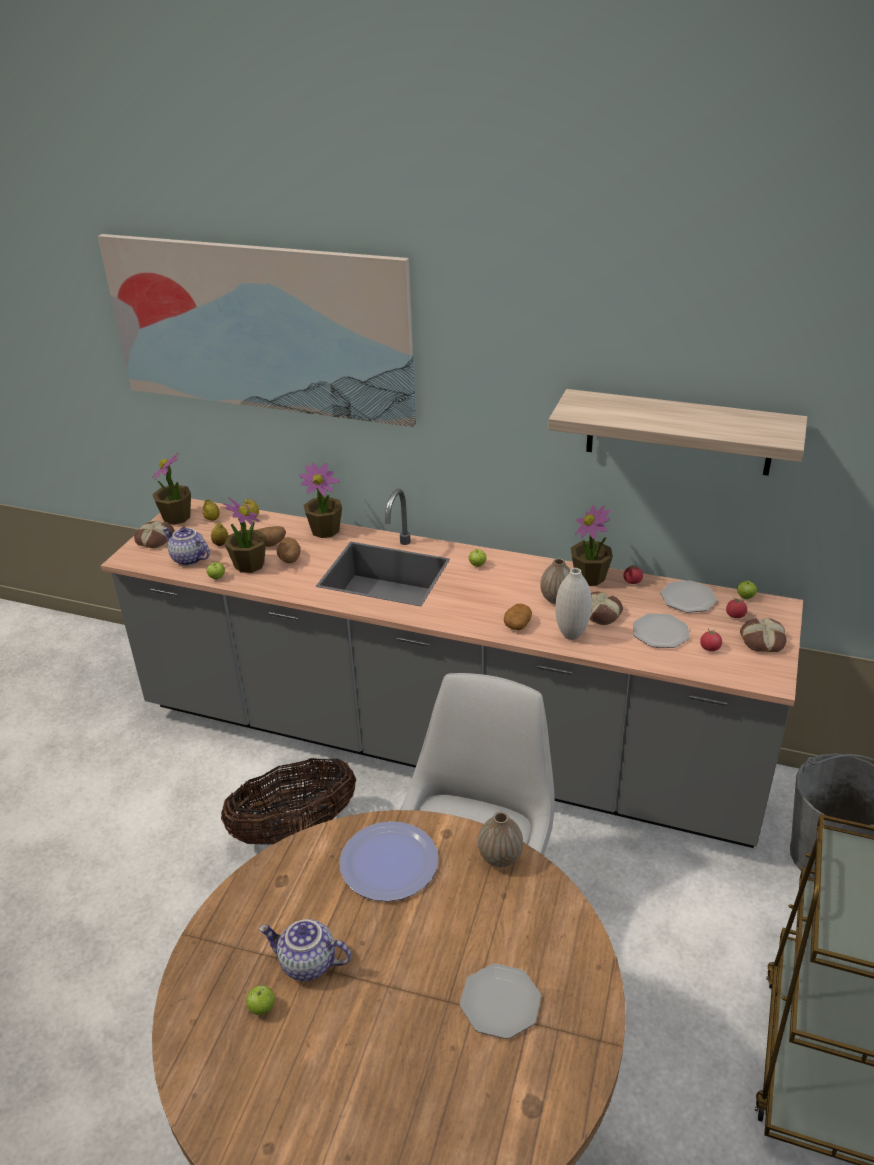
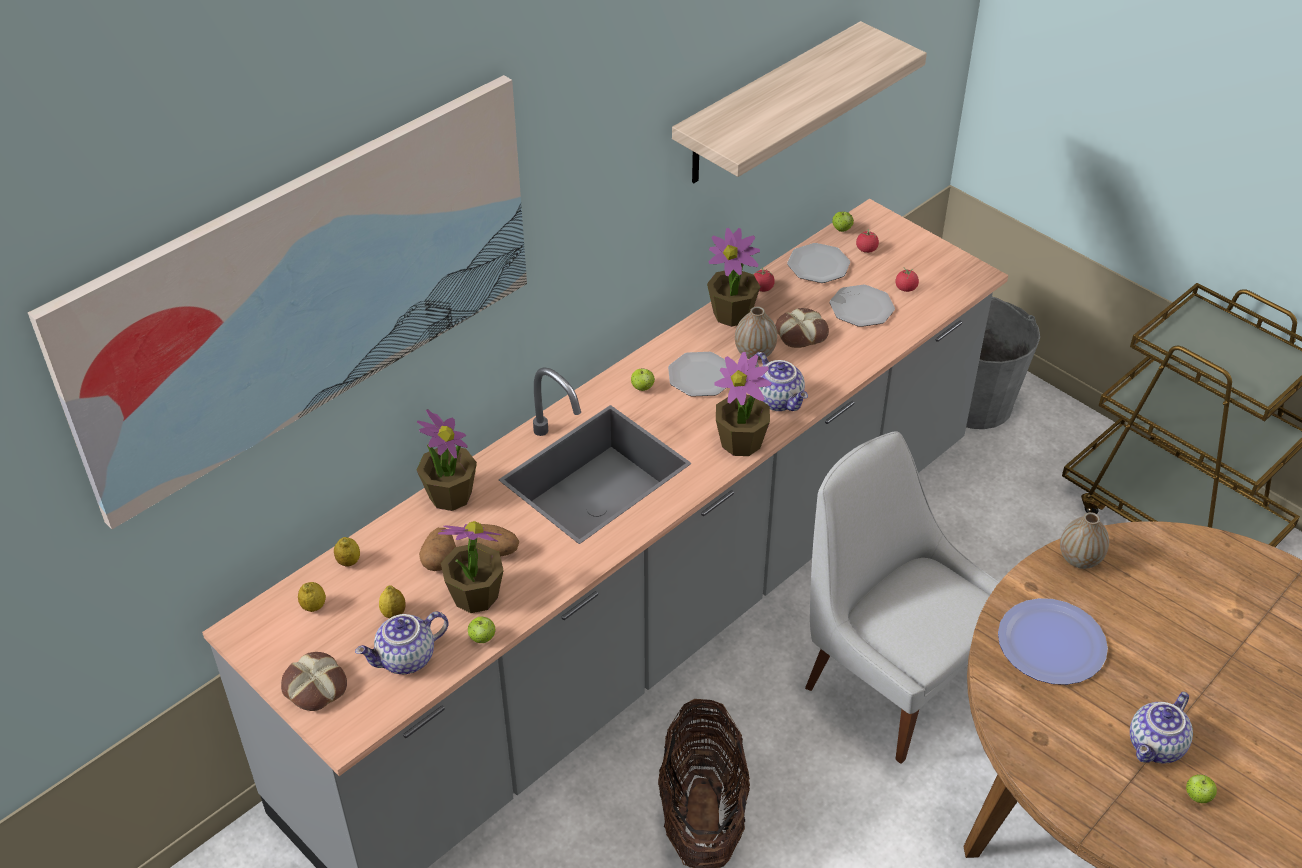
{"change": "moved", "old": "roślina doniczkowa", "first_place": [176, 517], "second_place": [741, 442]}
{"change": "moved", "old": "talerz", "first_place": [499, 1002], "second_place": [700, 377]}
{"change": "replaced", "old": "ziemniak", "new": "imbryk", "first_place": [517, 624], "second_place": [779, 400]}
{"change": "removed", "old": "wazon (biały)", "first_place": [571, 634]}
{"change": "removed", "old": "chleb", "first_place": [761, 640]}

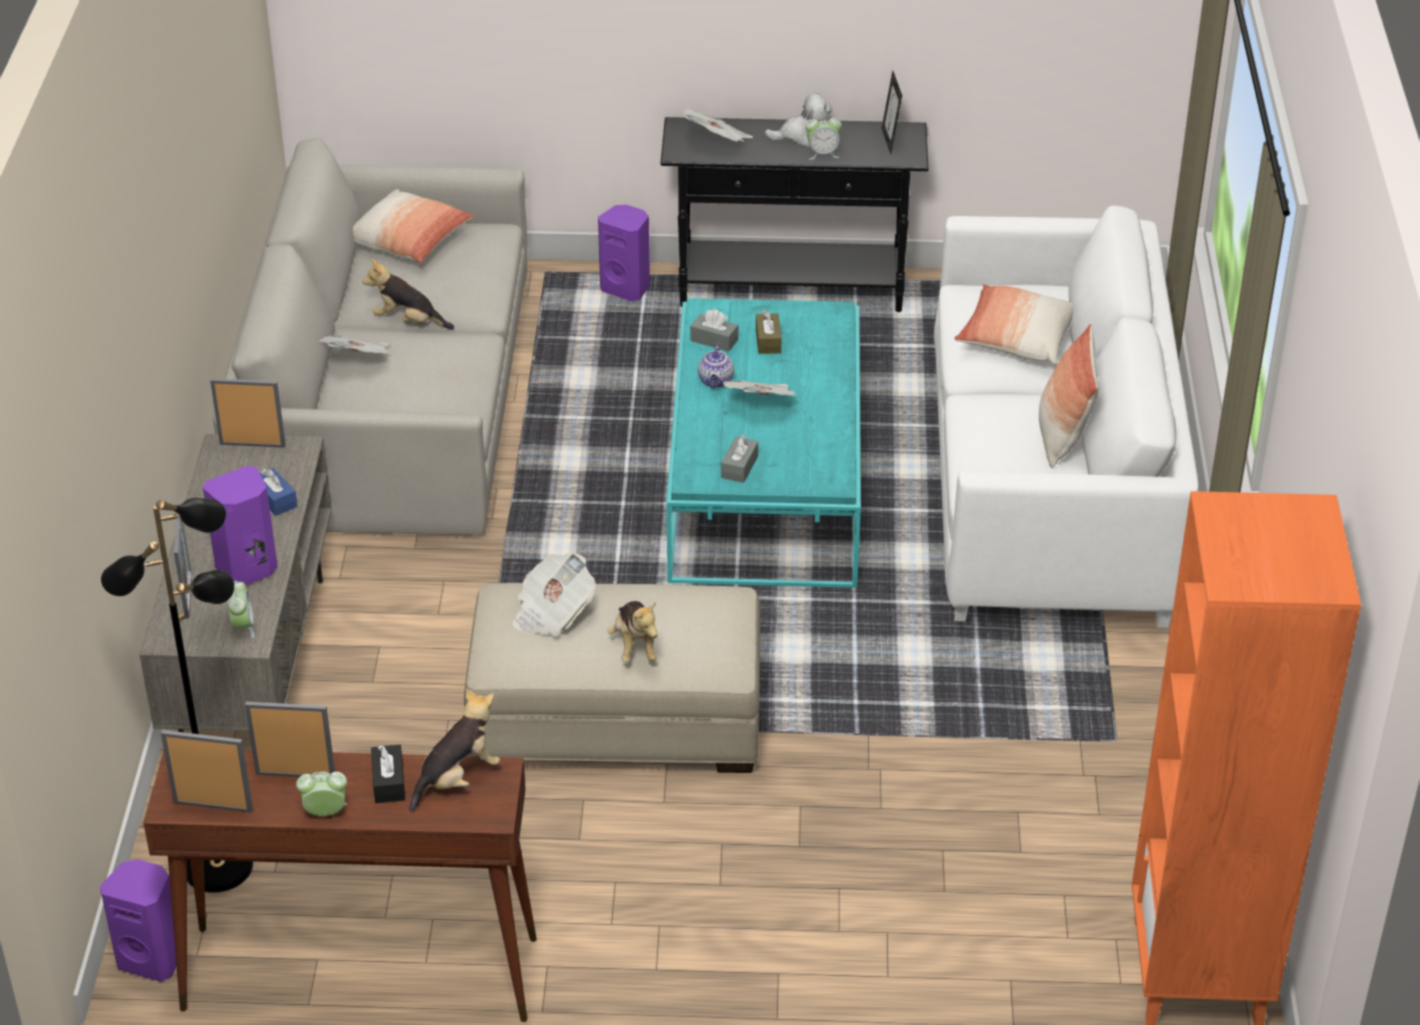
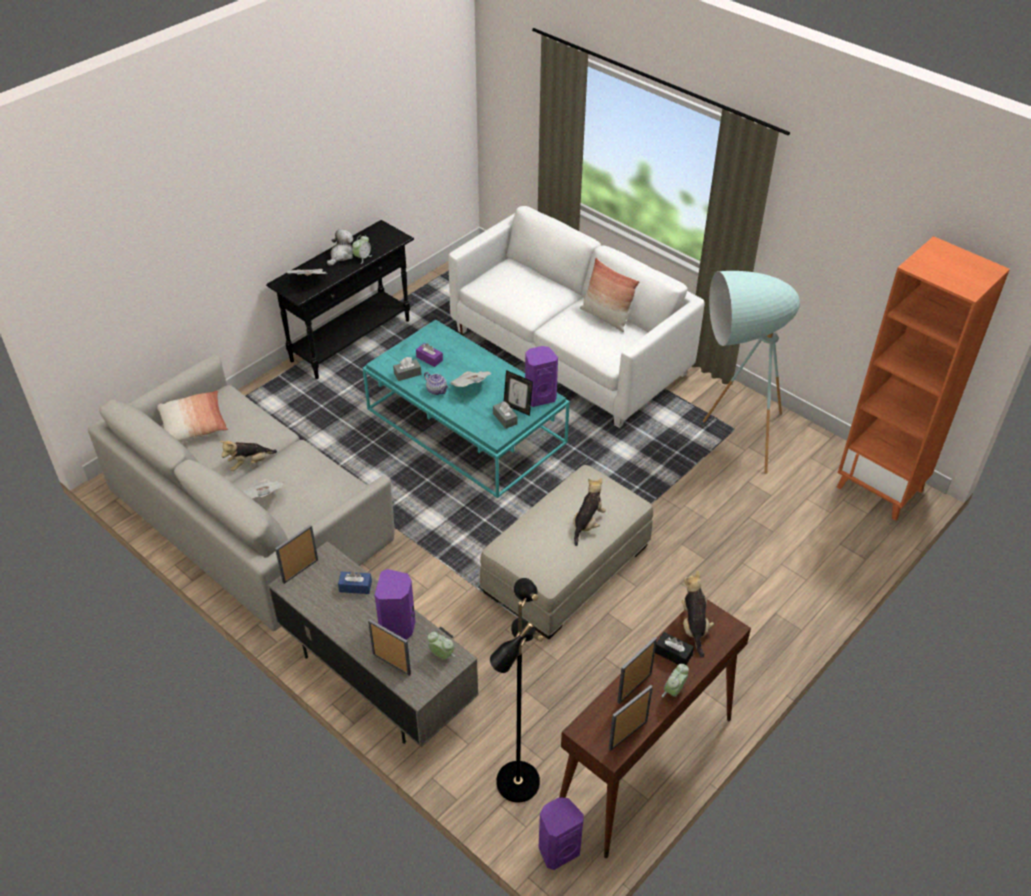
{"change": "removed", "old": "gazeta", "first_place": [552, 613]}
{"change": "moved", "old": "głośnik (fioletowy)", "first_place": [626, 288], "second_place": [539, 397]}
{"change": "turned", "old": "pluszak", "first_place": [635, 645], "second_place": [587, 523], "degrees": -90}
{"change": "recoloured", "old": "pudełko chusteczek (brązowy)", "new": "pudełko chusteczek (fioletowy)", "first_place": [768, 341], "second_place": [429, 359]}
{"change": "moved", "old": "ramka na zdjęcie", "first_place": [890, 141], "second_place": [517, 408]}
{"change": "removed", "old": "poduszka", "first_place": [1016, 339]}
{"change": "added", "new": "lampa stojąca (turkusowy)", "second_place": [732, 436]}

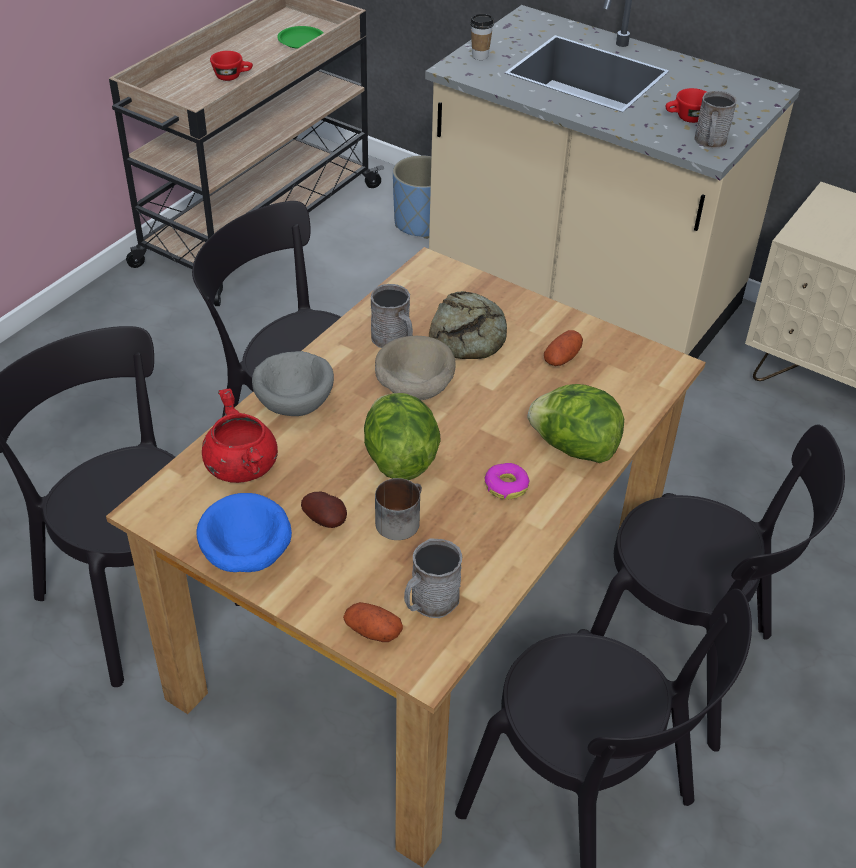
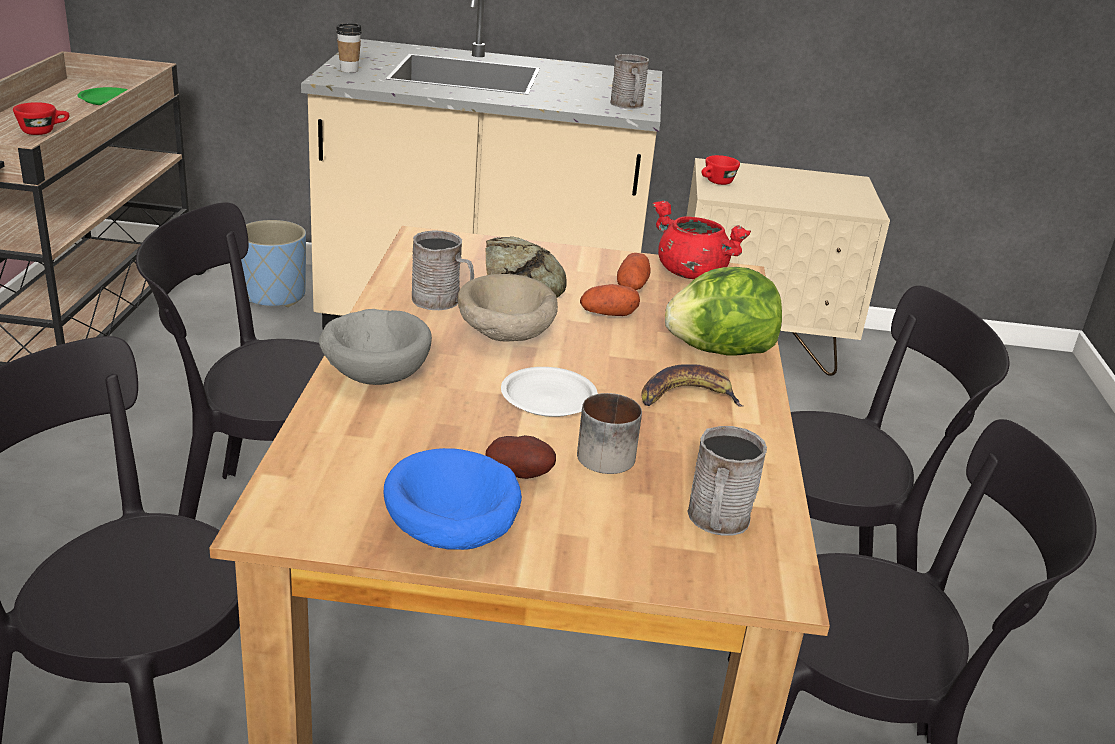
{"change": "moved", "old": "garnek (czerwony)", "first_place": [241, 466], "second_place": [690, 273]}
{"change": "moved", "old": "ziemniak", "first_place": [372, 631], "second_place": [608, 314]}
{"change": "replaced", "old": "sałata", "new": "talerz (biały)", "first_place": [399, 458], "second_place": [548, 399]}
{"change": "replaced", "old": "donut", "new": "banan", "first_place": [506, 486], "second_place": [686, 396]}
{"change": "moved", "old": "filiżanka (czerwony)", "first_place": [686, 118], "second_place": [716, 183]}

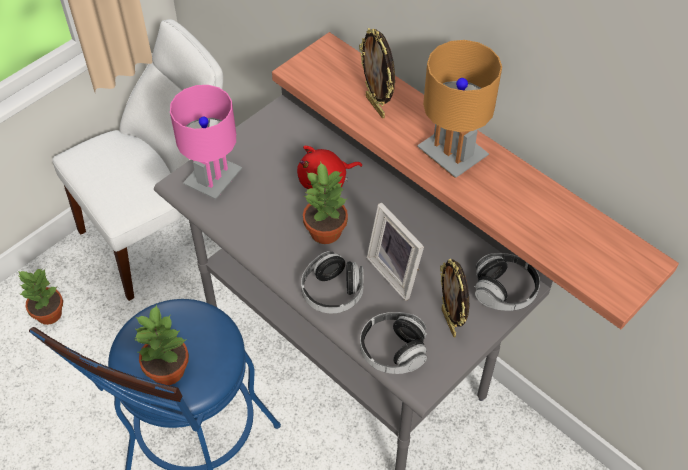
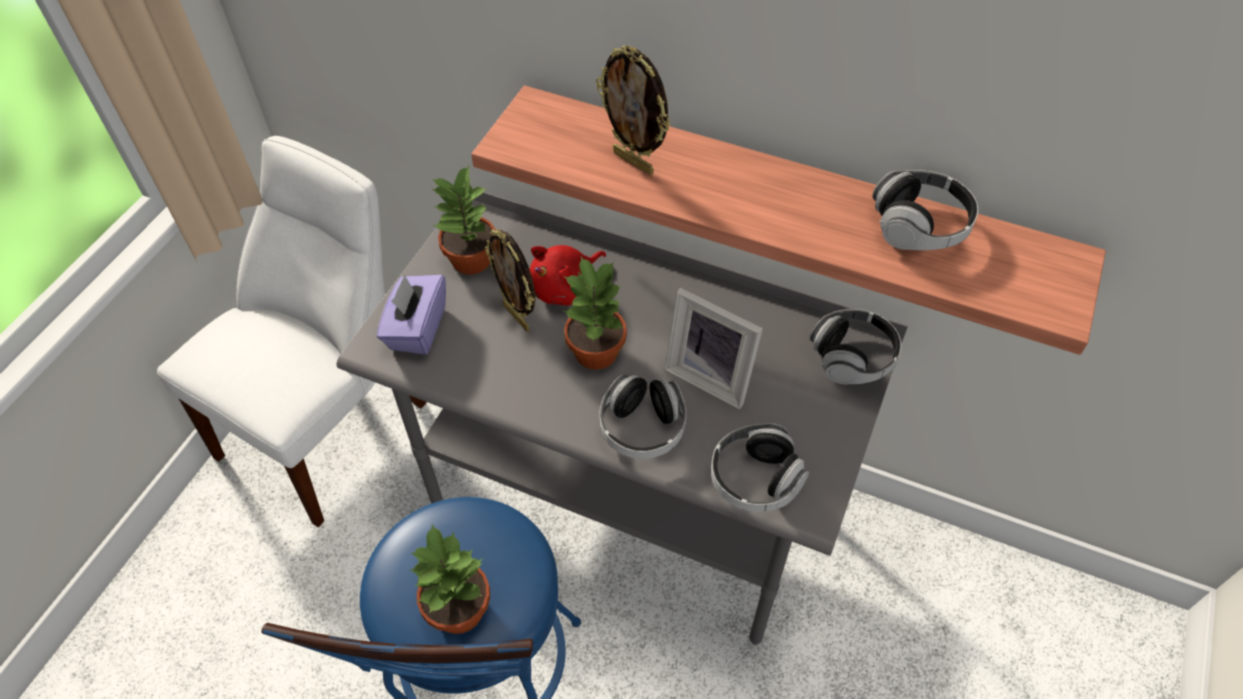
{"change": "moved", "old": "roślina doniczkowa", "first_place": [48, 314], "second_place": [470, 260]}
{"change": "replaced", "old": "lampa stołowa (różowy)", "new": "pudełko chusteczek (fioletowy)", "first_place": [214, 179], "second_place": [417, 328]}
{"change": "removed", "old": "lampa stołowa (brązowy)", "first_place": [452, 154]}
{"change": "moved", "old": "ramka na zdjęcie", "first_place": [449, 322], "second_place": [518, 317]}
{"change": "added", "new": "słuchawki", "second_place": [919, 226]}

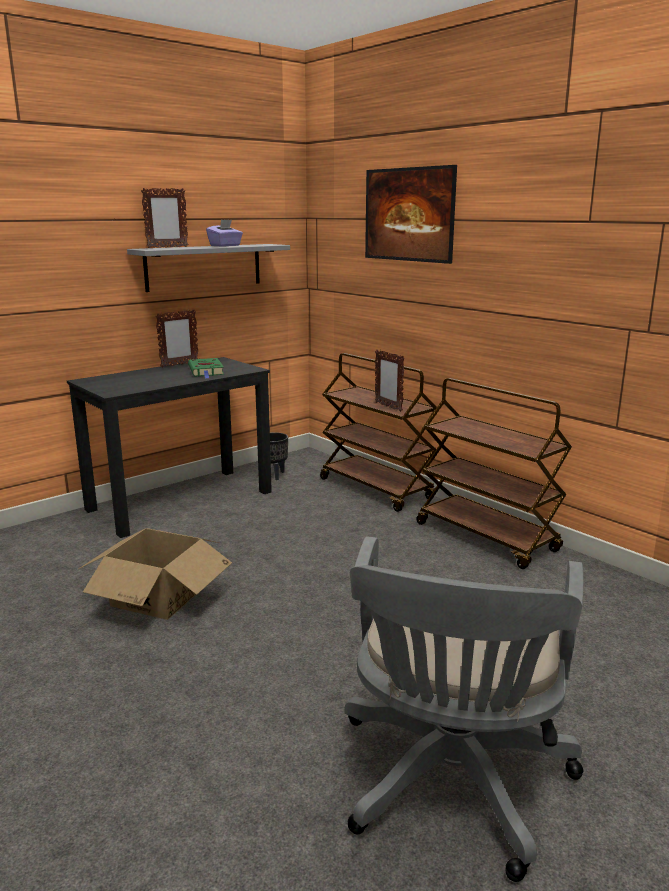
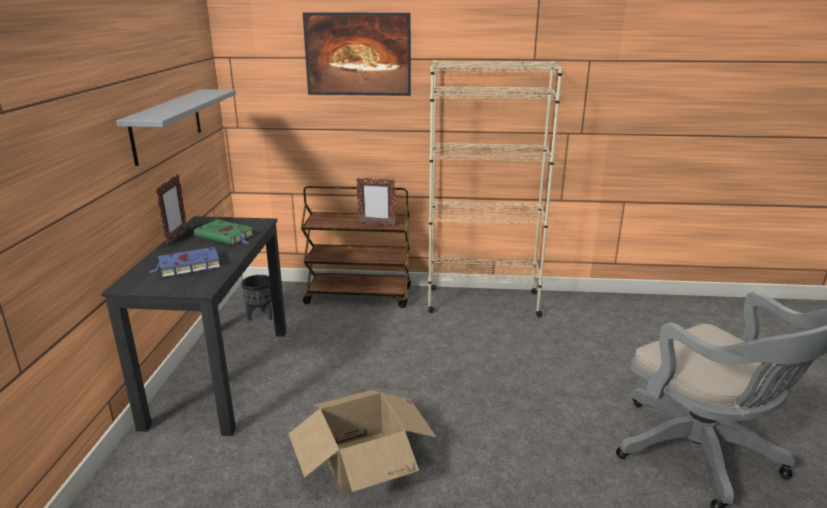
{"change": "removed", "old": "ramka na zdjęcie", "first_place": [167, 247]}
{"change": "removed", "old": "pudełko chusteczek (fioletowy)", "first_place": [225, 246]}
{"change": "replaced", "old": "wózek (brązowy)", "new": "regał (beżowy)", "first_place": [487, 537], "second_place": [482, 302]}
{"change": "added", "new": "książka (niebieski)", "second_place": [187, 266]}

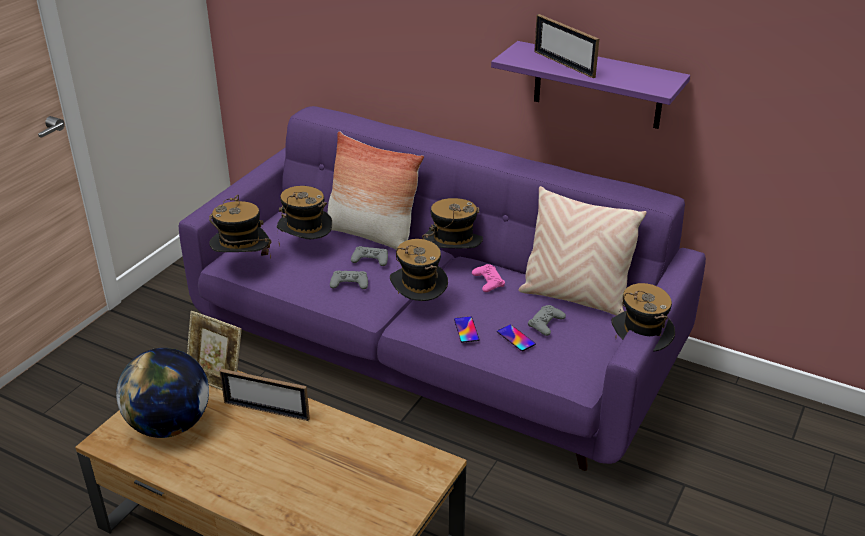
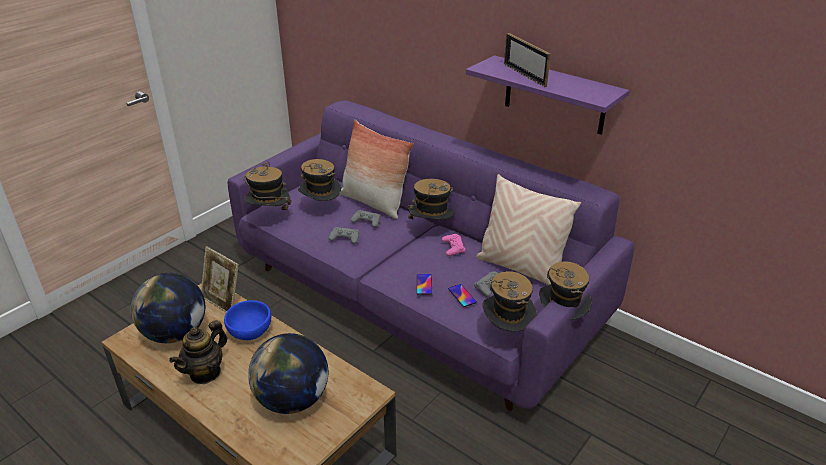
{"change": "replaced", "old": "ramka na zdjęcie", "new": "miska (niebieski)", "first_place": [266, 410], "second_place": [251, 331]}
{"change": "moved", "old": "kapelusz", "first_place": [419, 307], "second_place": [506, 333]}
{"change": "added", "new": "imbryk", "second_place": [205, 372]}
{"change": "added", "new": "globus", "second_place": [292, 400]}

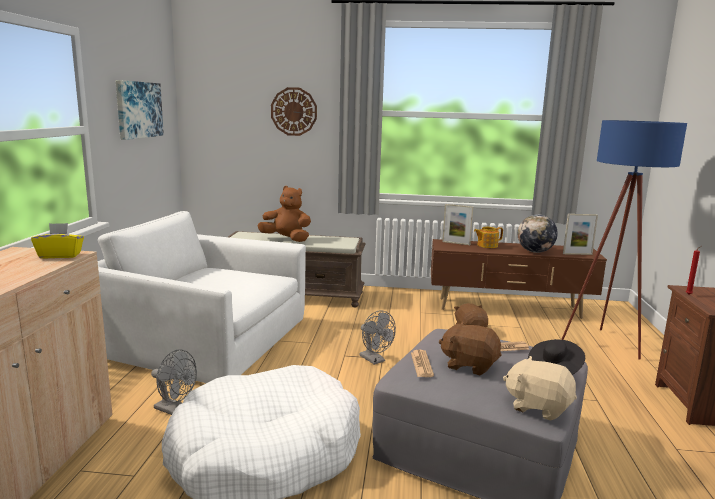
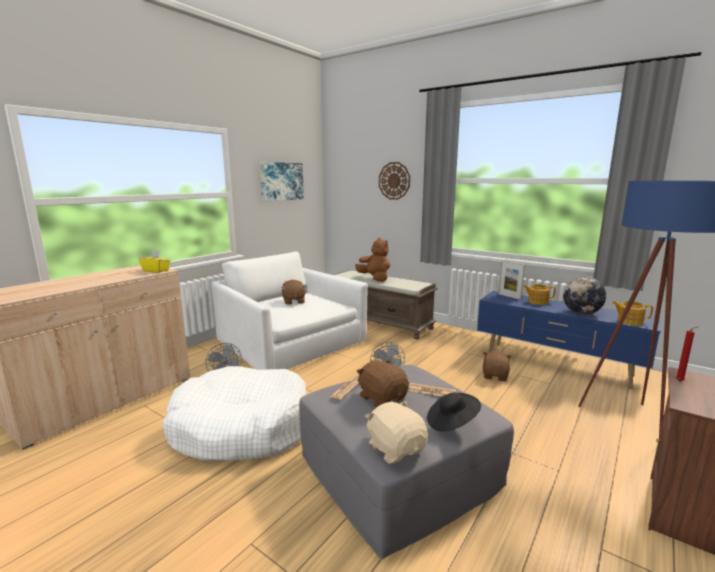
{"change": "recoloured", "old": "szafka pod telewizor (brązowy)", "new": "szafka pod telewizor (niebieski)", "first_place": [509, 309], "second_place": [556, 365]}
{"change": "replaced", "old": "ramka na zdjęcie", "new": "imbryk", "first_place": [577, 254], "second_place": [629, 321]}
{"change": "added", "new": "pluszak (brązowy)", "second_place": [293, 301]}

